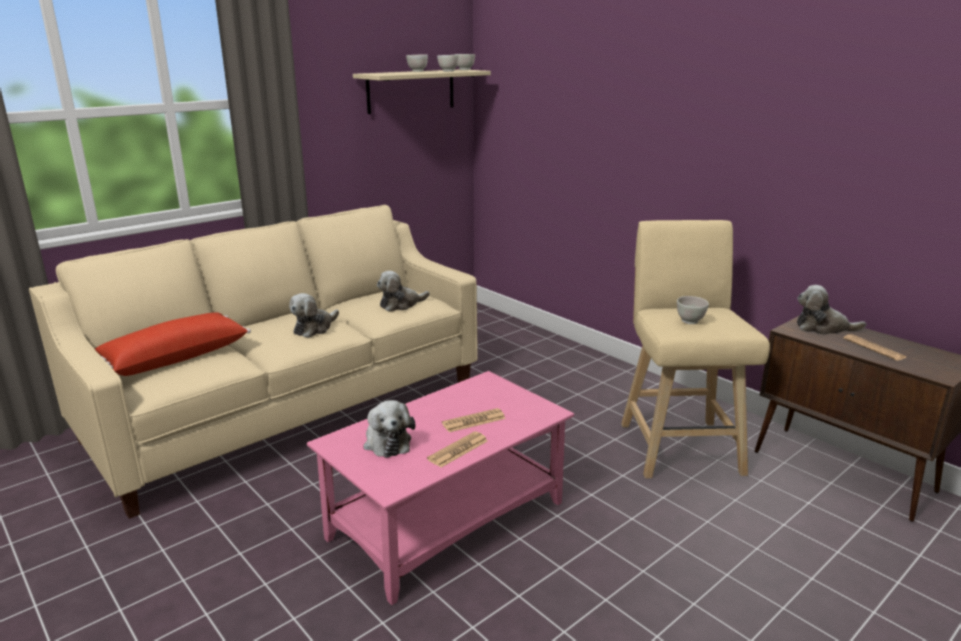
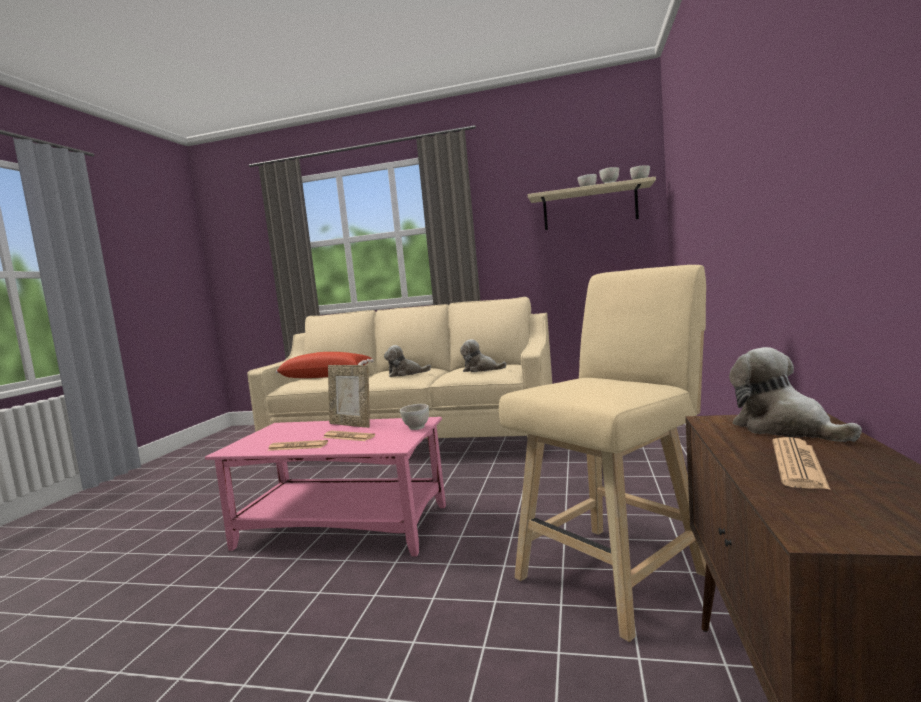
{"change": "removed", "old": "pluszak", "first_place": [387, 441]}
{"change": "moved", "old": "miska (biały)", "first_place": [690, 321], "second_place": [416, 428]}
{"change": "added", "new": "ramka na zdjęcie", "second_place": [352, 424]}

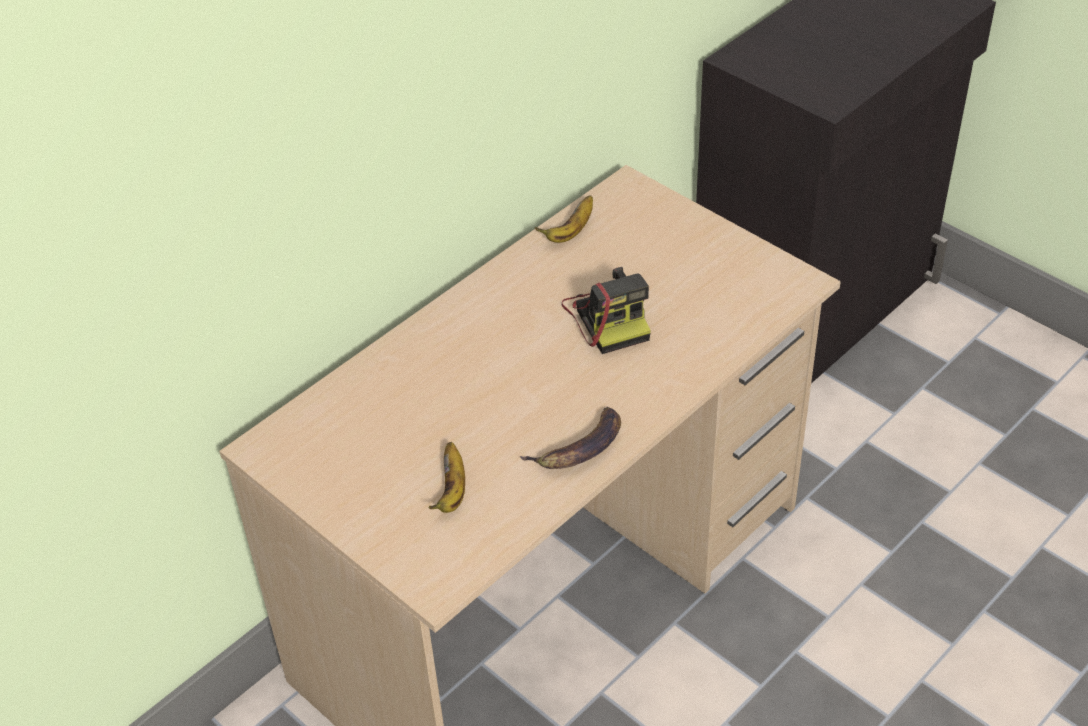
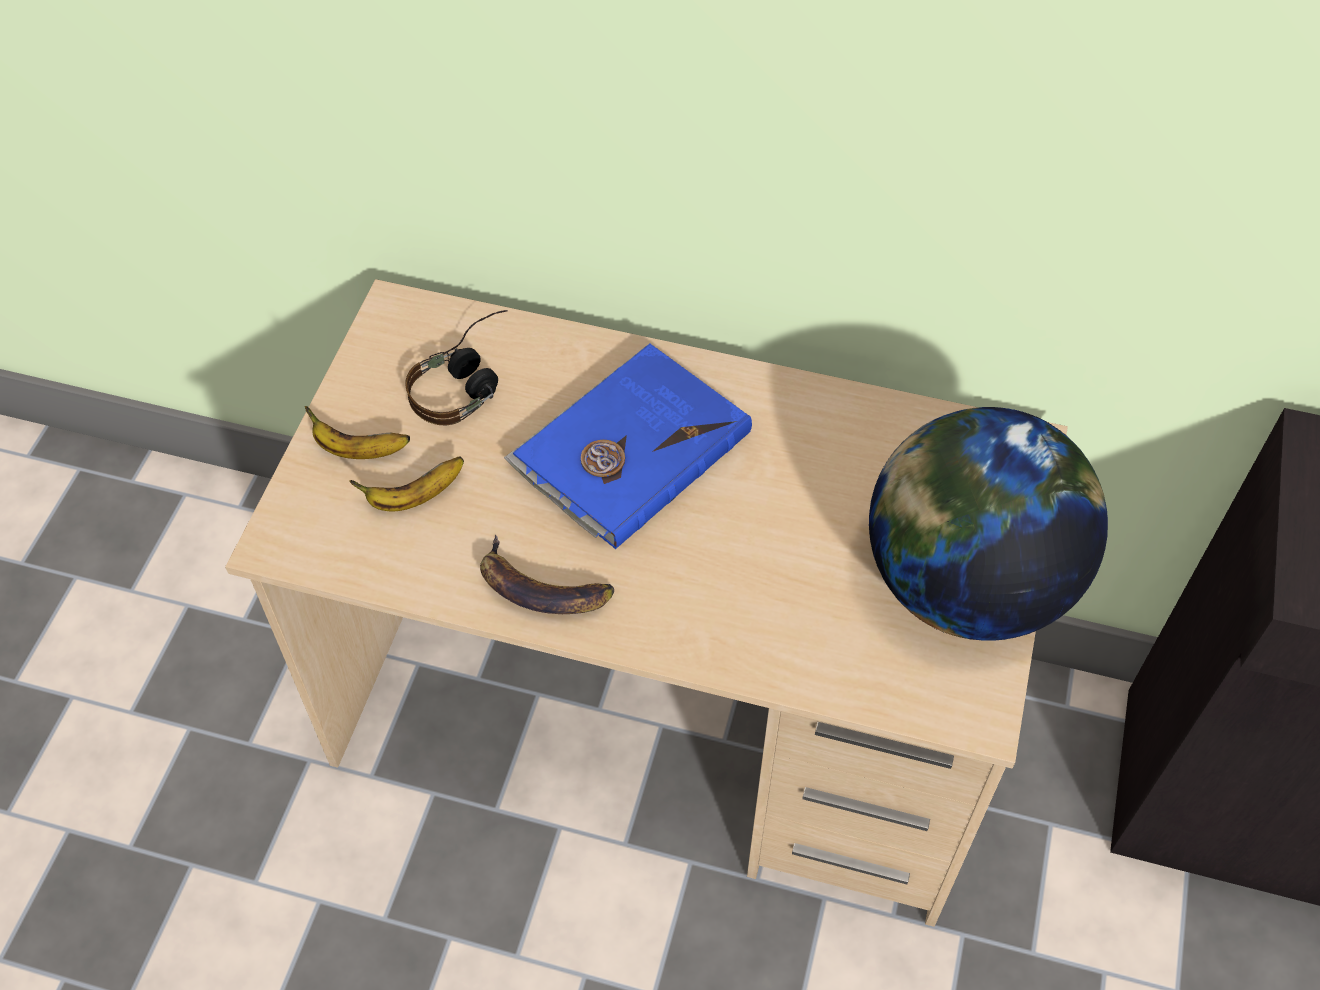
{"change": "moved", "old": "banan", "first_place": [570, 232], "second_place": [359, 451]}
{"change": "removed", "old": "aparat fotograficzny", "first_place": [609, 317]}
{"change": "added", "new": "słuchawki", "second_place": [469, 381]}
{"change": "added", "new": "książka (niebieski)", "second_place": [628, 449]}
{"change": "added", "new": "globus", "second_place": [965, 583]}

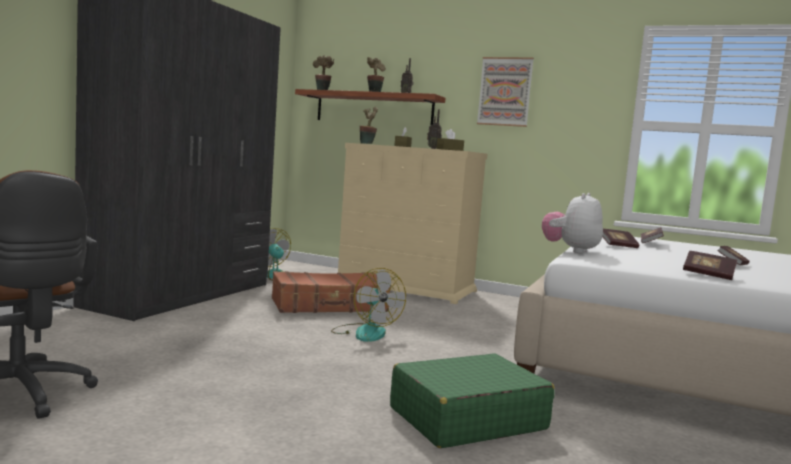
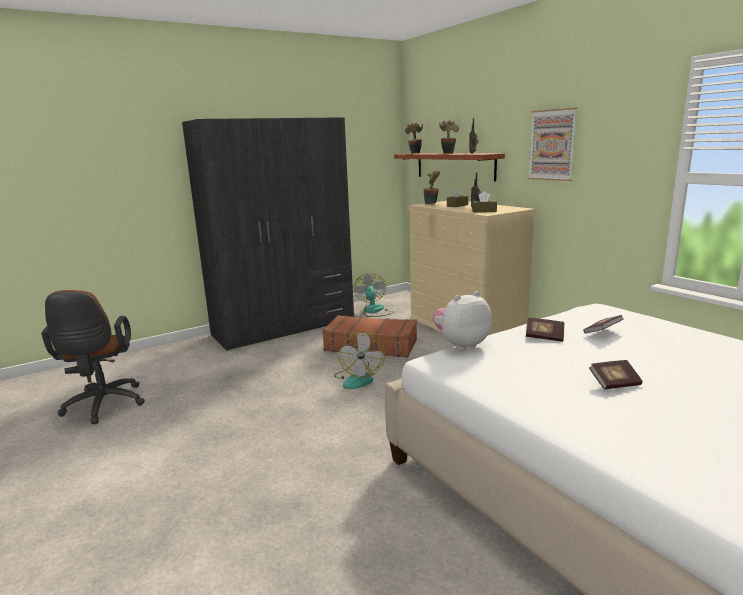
{"change": "removed", "old": "walizka (zielony)", "first_place": [467, 418]}
{"change": "removed", "old": "książka", "first_place": [708, 275]}

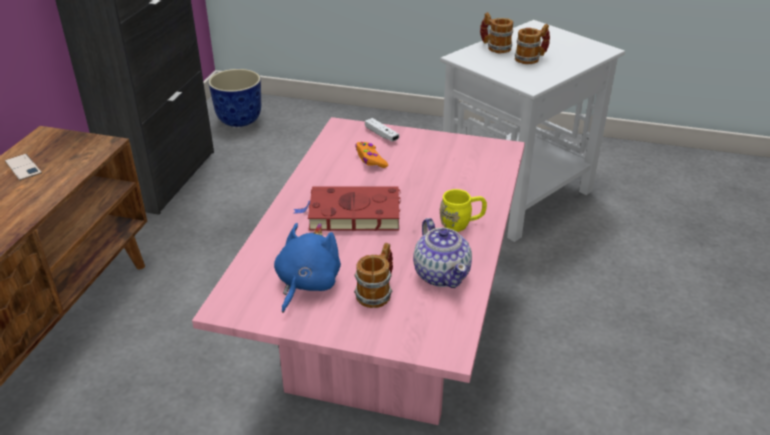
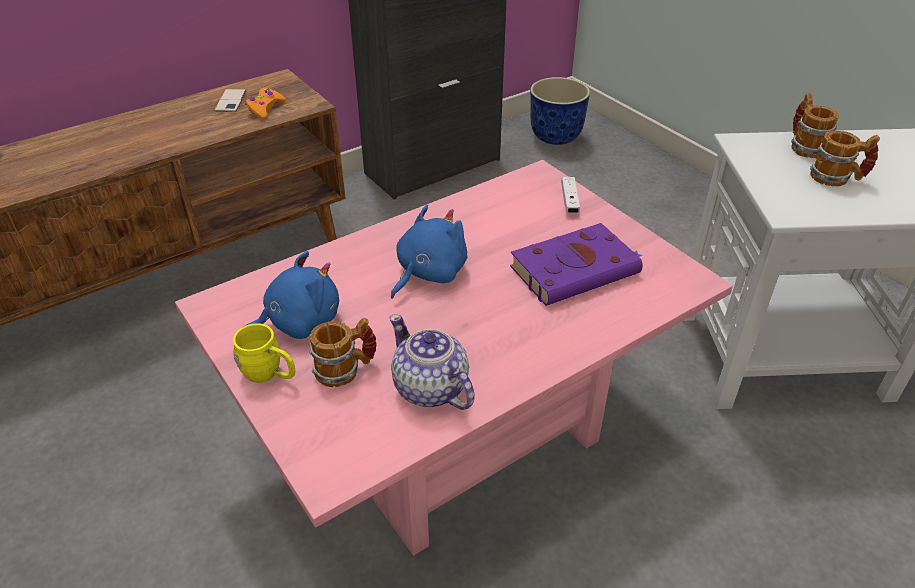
{"change": "replaced", "old": "książka (czerwony)", "new": "pluszak (niebieski)", "first_place": [351, 214], "second_place": [428, 273]}
{"change": "moved", "old": "pad do gier (pomarańczowy)", "first_place": [370, 159], "second_place": [265, 108]}
{"change": "turned", "old": "imbryk", "first_place": [442, 274], "second_place": [430, 389], "degrees": 120}
{"change": "moved", "old": "kubek (żółty)", "first_place": [462, 224], "second_place": [269, 374]}
{"change": "added", "new": "książka (fioletowy)", "second_place": [577, 269]}

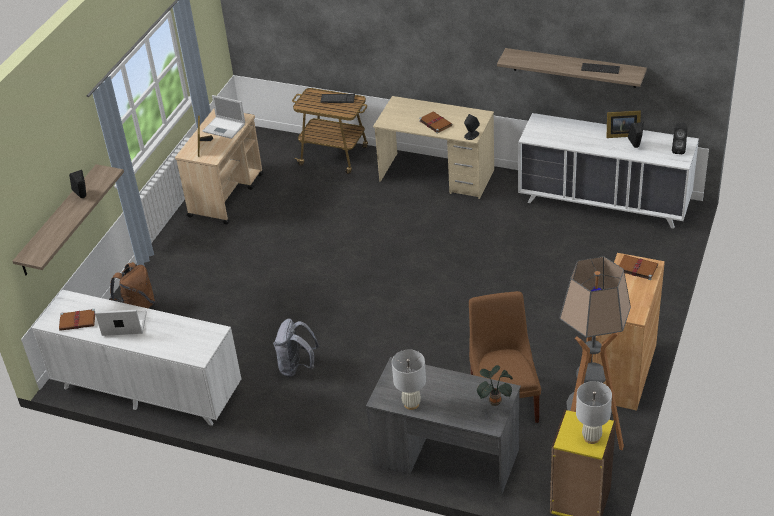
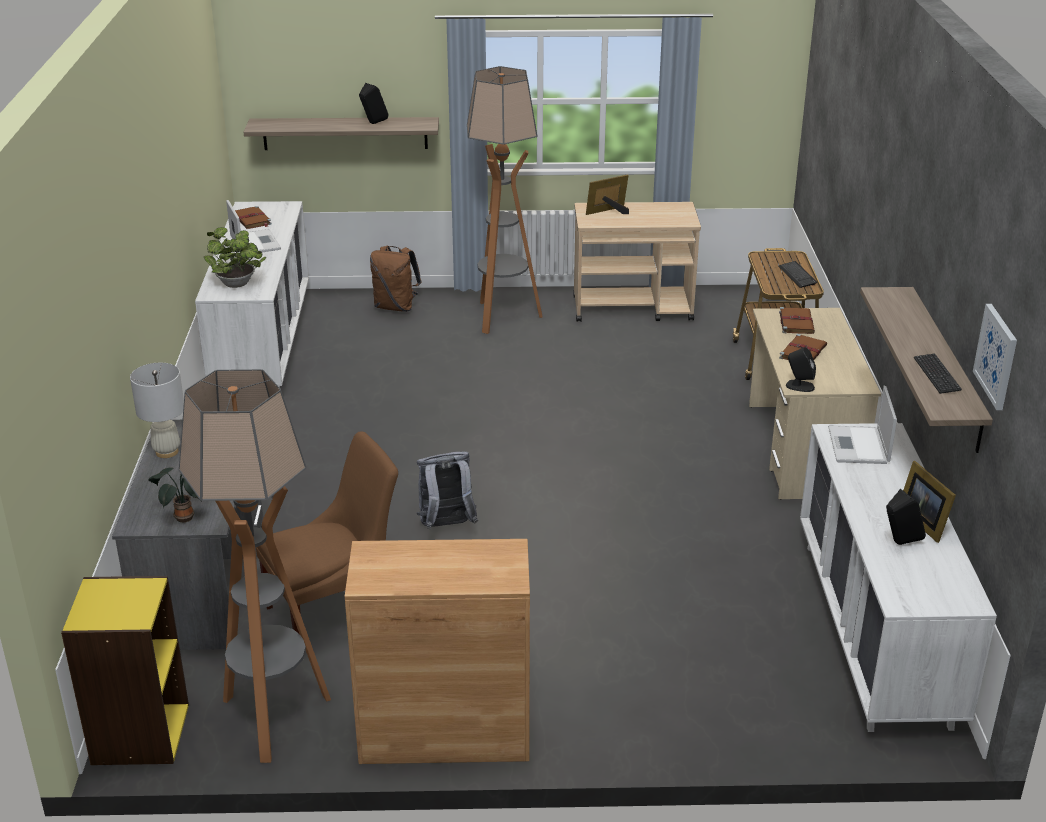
{"change": "moved", "old": "laptop", "first_place": [225, 128], "second_place": [859, 446]}
{"change": "moved", "old": "plecak (szary)", "first_place": [297, 367], "second_place": [446, 526]}
{"change": "removed", "old": "lampa stołowa (biały)", "first_place": [591, 437]}
{"change": "moved", "old": "książka (brązowy)", "first_place": [636, 268], "second_place": [796, 322]}
{"change": "removed", "old": "głośnik (czarny)", "first_place": [678, 149]}
{"change": "added", "new": "roślina doniczkowa", "second_place": [238, 285]}
{"change": "added", "new": "lampa stojąca", "second_place": [503, 317]}
{"change": "added", "new": "obraz", "second_place": [996, 356]}

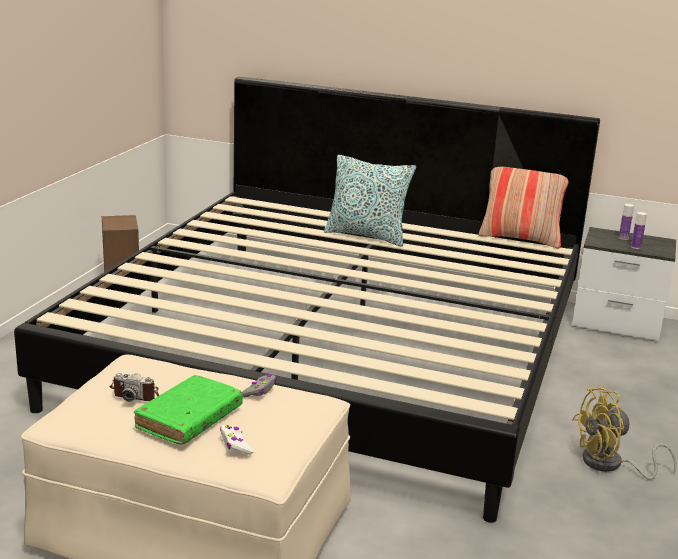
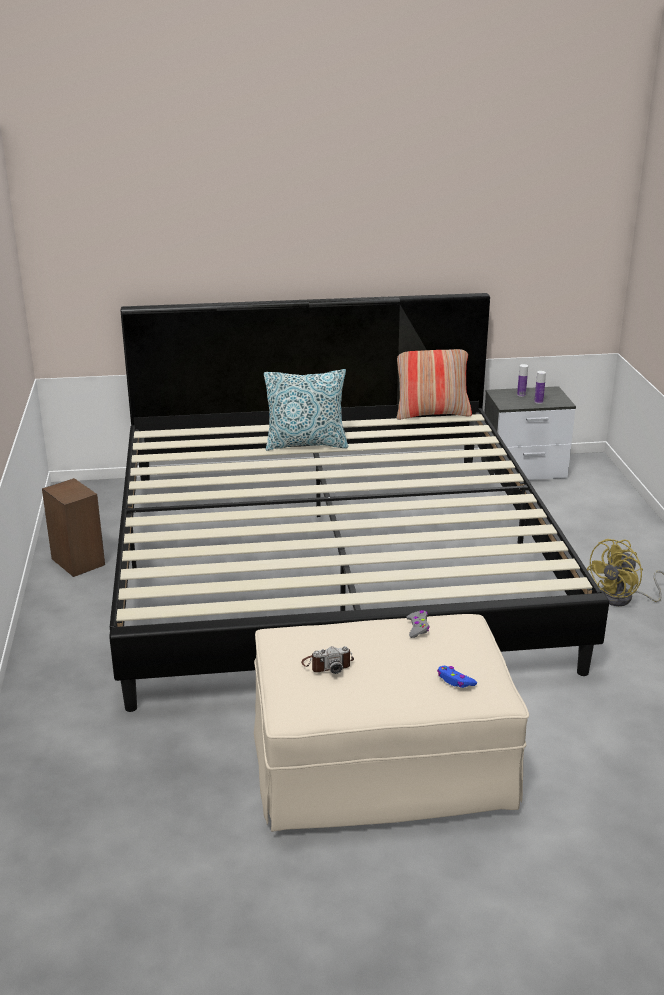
{"change": "removed", "old": "książka (zielony)", "first_place": [189, 419]}
{"change": "recoloured", "old": "pad do gier (biały)", "new": "pad do gier (niebieski)", "first_place": [235, 444], "second_place": [455, 681]}

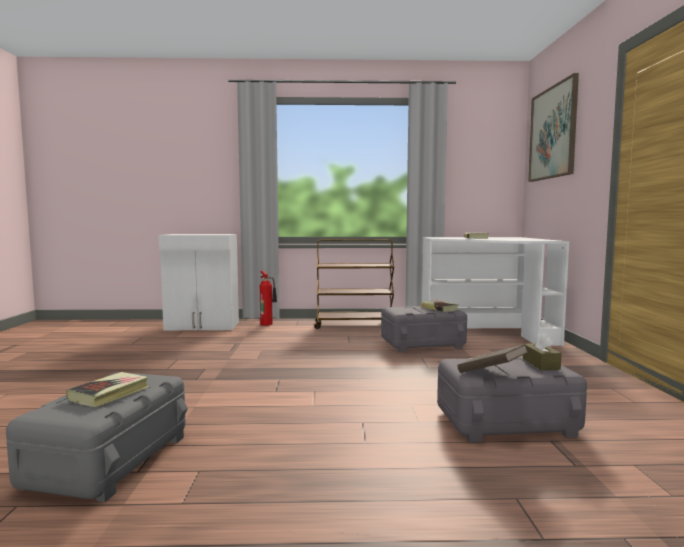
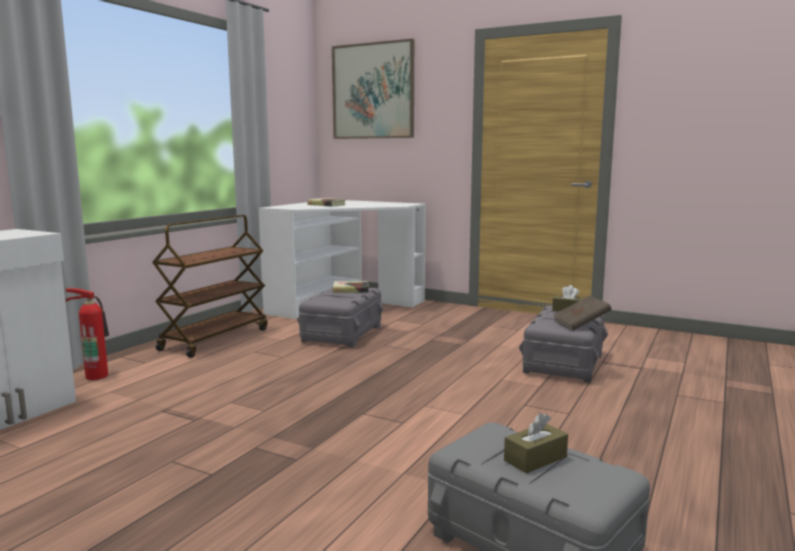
{"change": "replaced", "old": "książka", "new": "pudełko chusteczek (brązowy)", "first_place": [110, 393], "second_place": [535, 459]}

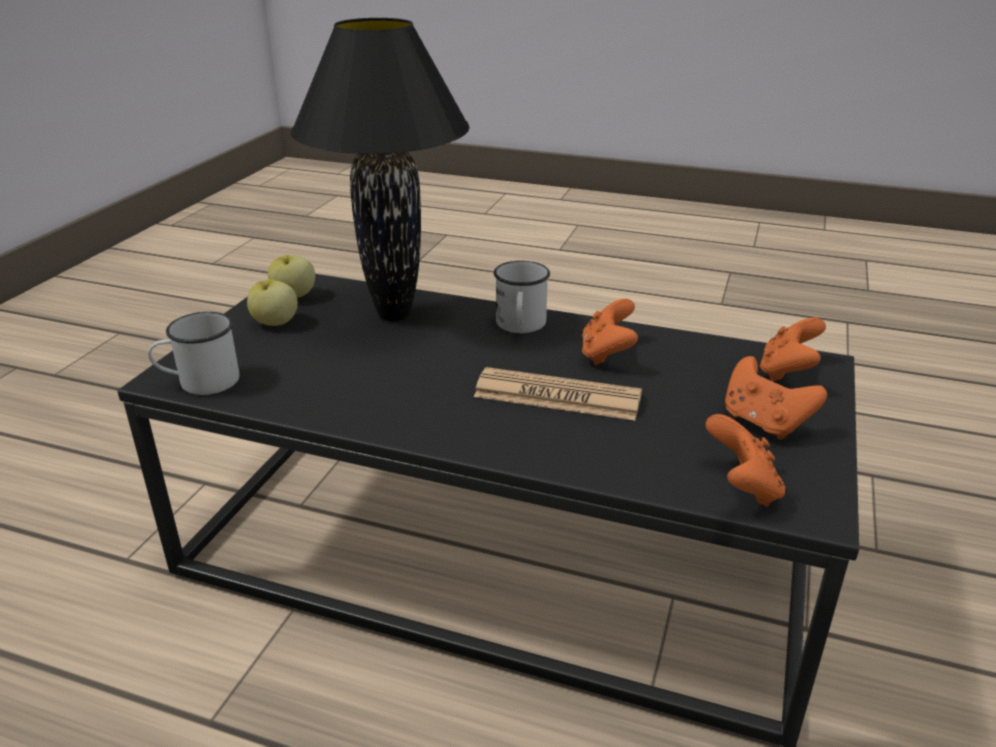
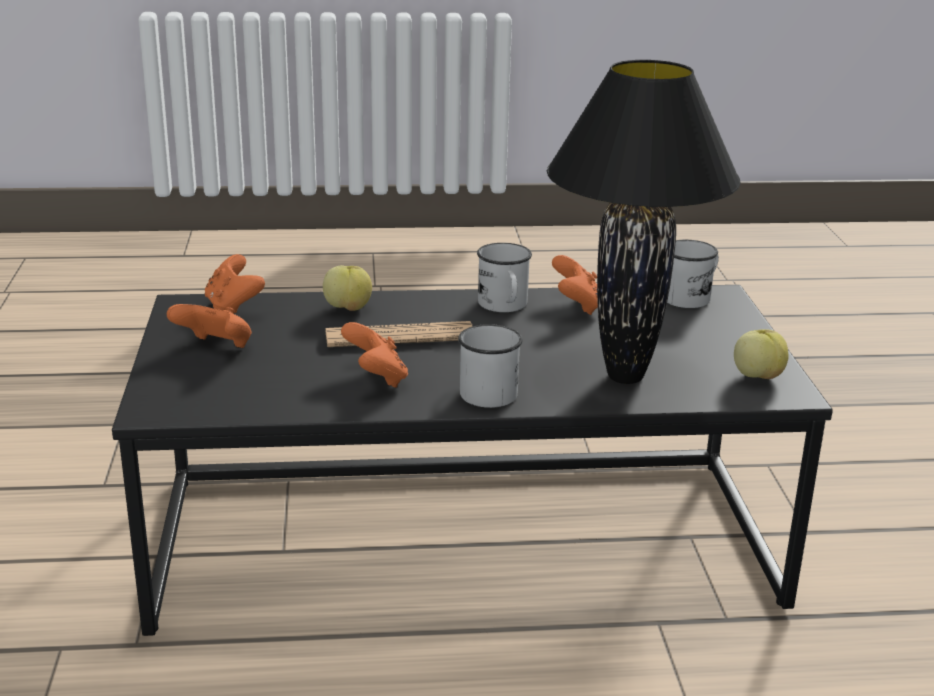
{"change": "moved", "old": "jabłko", "first_place": [275, 323], "second_place": [348, 308]}
{"change": "moved", "old": "pad do gier (pomarańczowy)", "first_place": [787, 372], "second_place": [576, 306]}
{"change": "added", "new": "kubek (biały)", "second_place": [504, 306]}

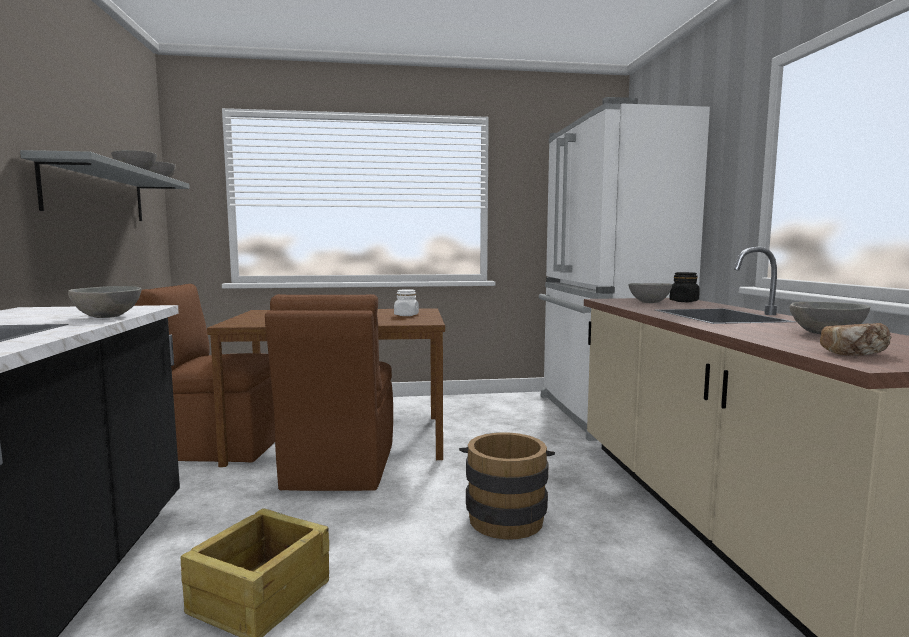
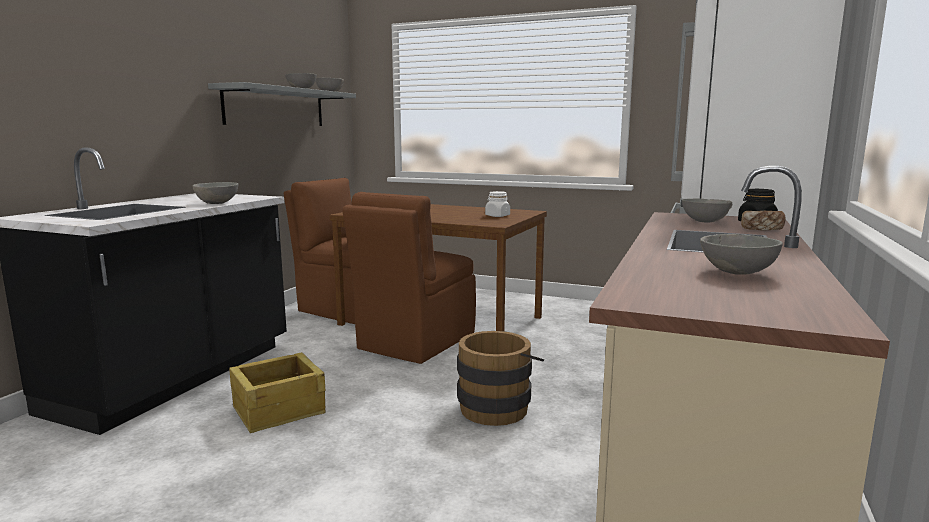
{"change": "moved", "old": "chleb", "first_place": [855, 353], "second_place": [761, 229]}

